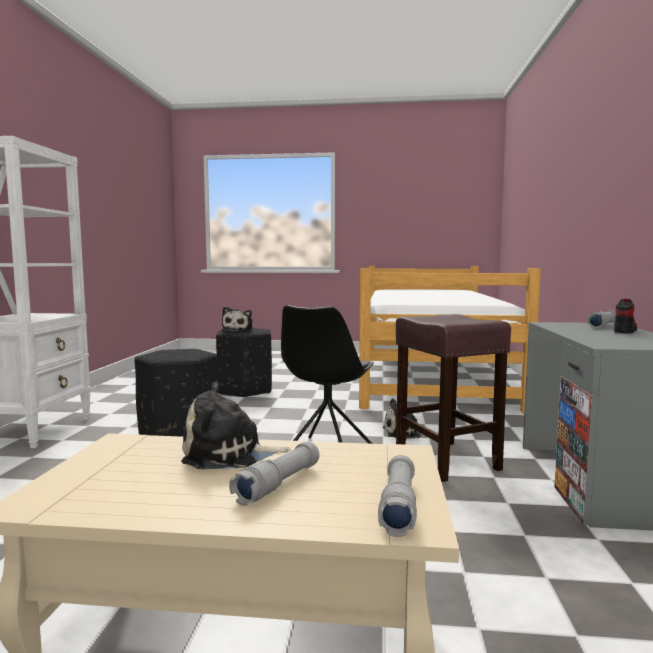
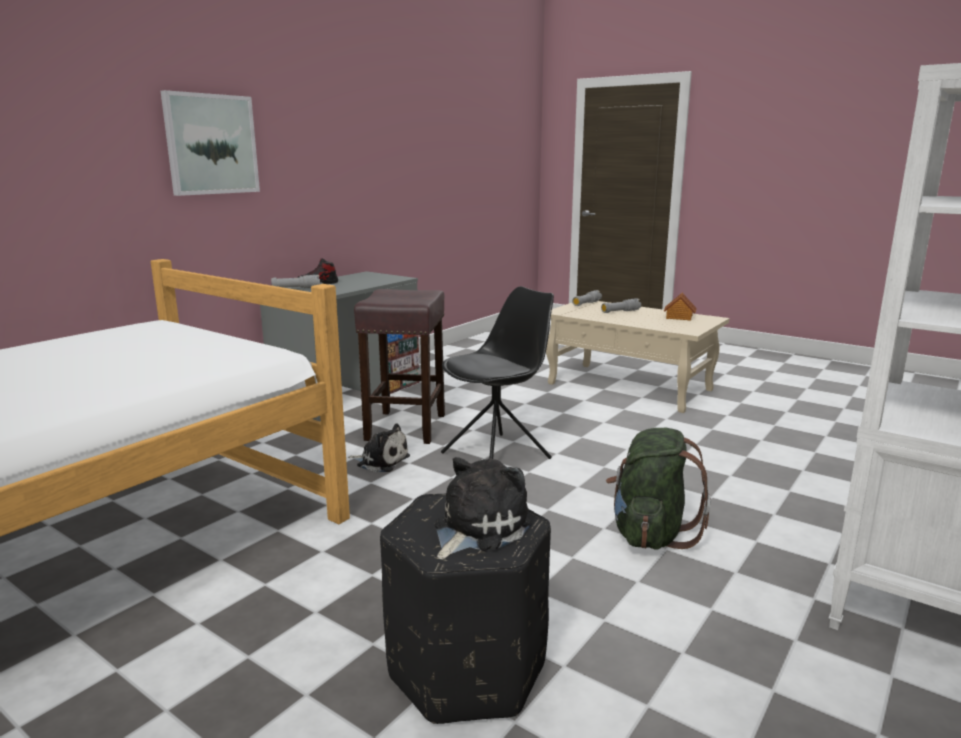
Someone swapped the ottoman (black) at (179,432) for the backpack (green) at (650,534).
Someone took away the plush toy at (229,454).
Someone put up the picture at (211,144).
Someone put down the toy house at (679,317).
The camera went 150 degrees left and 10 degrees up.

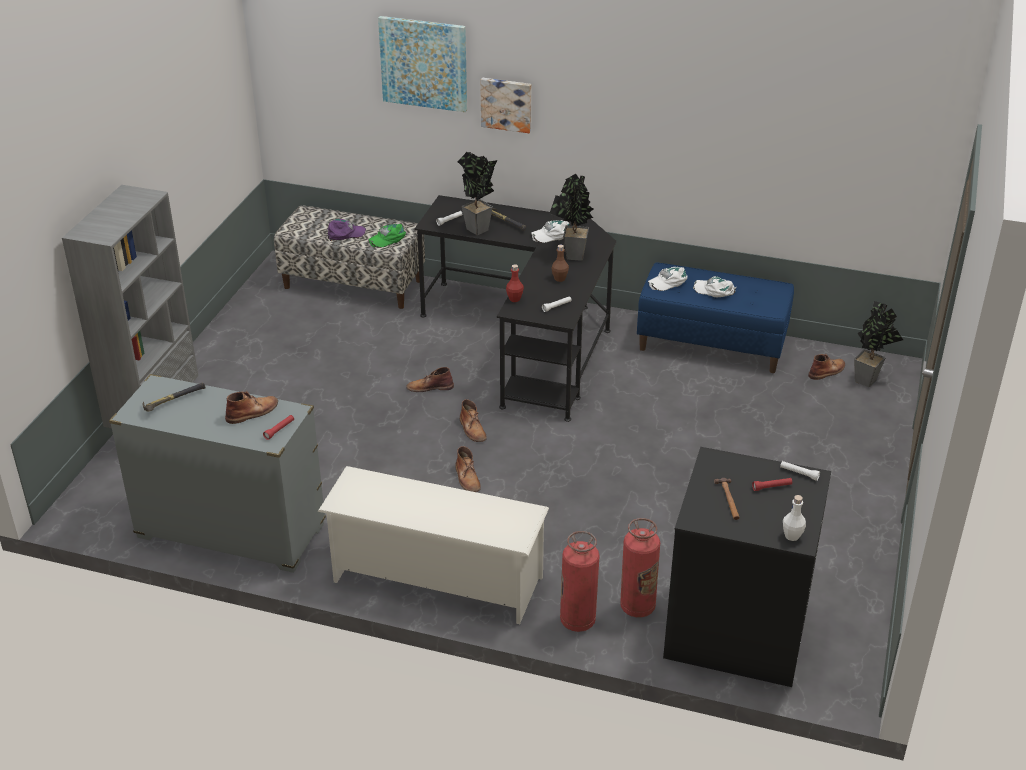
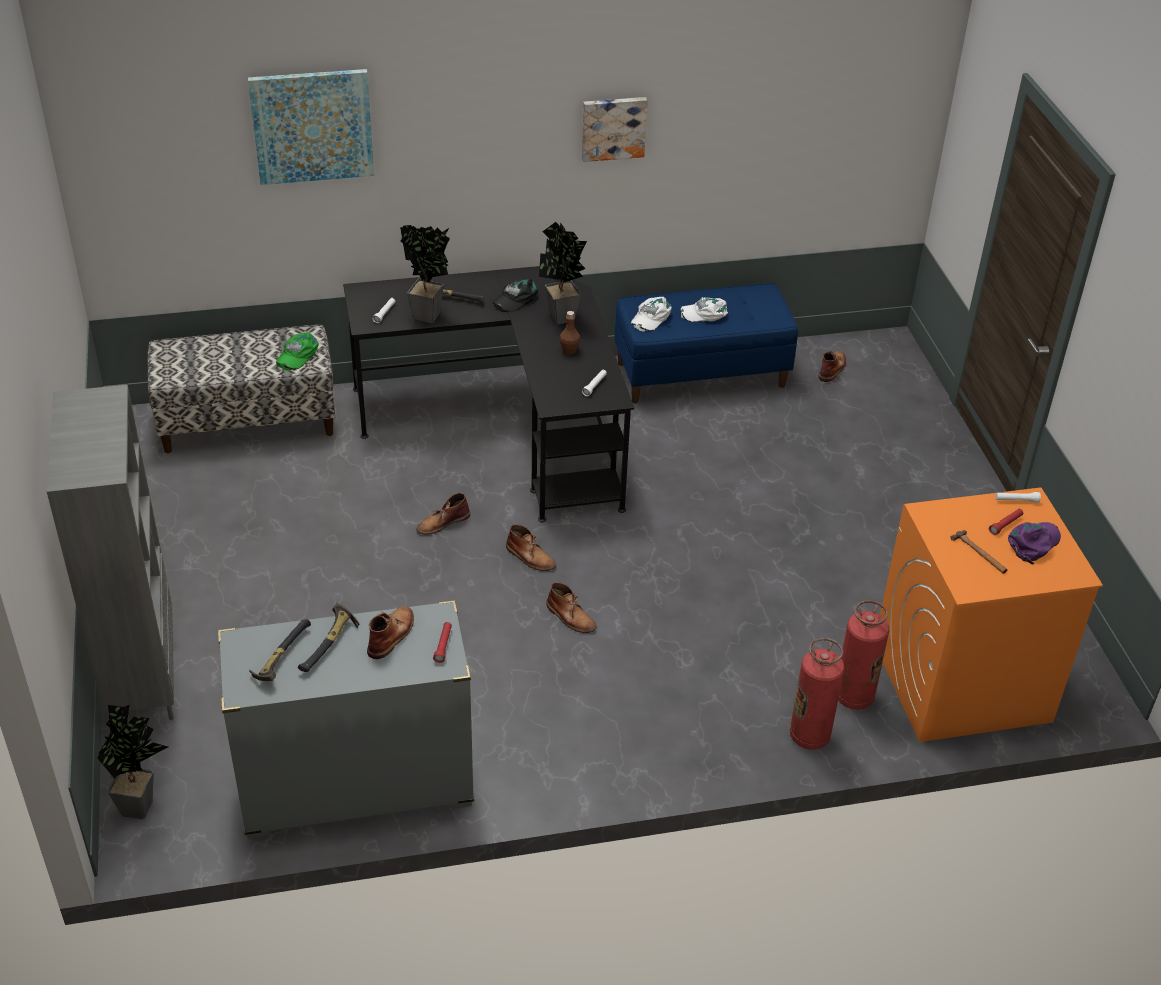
Someone took away the shoe rack (white) at (436,579).
Someone carried the cap (purple) from (345,233) to (1033,543).
Someone carried the picture from (506,104) to (613,127).
Someone took away the bottle (red) at (514,299).
Someone repainted the cap (white) at (552,234), which became the cap (black) at (515,298).
Someone repainted the washing machine (black) at (736,629), which became the washing machine (orange) at (960,683).
Someone took away the bottle (white) at (792,536).
Someone carried the potted plant from (869,379) to (141,803).
Someone put down the hammer at (330,644).
The camera went 30 degrees left and 5 degrees up.

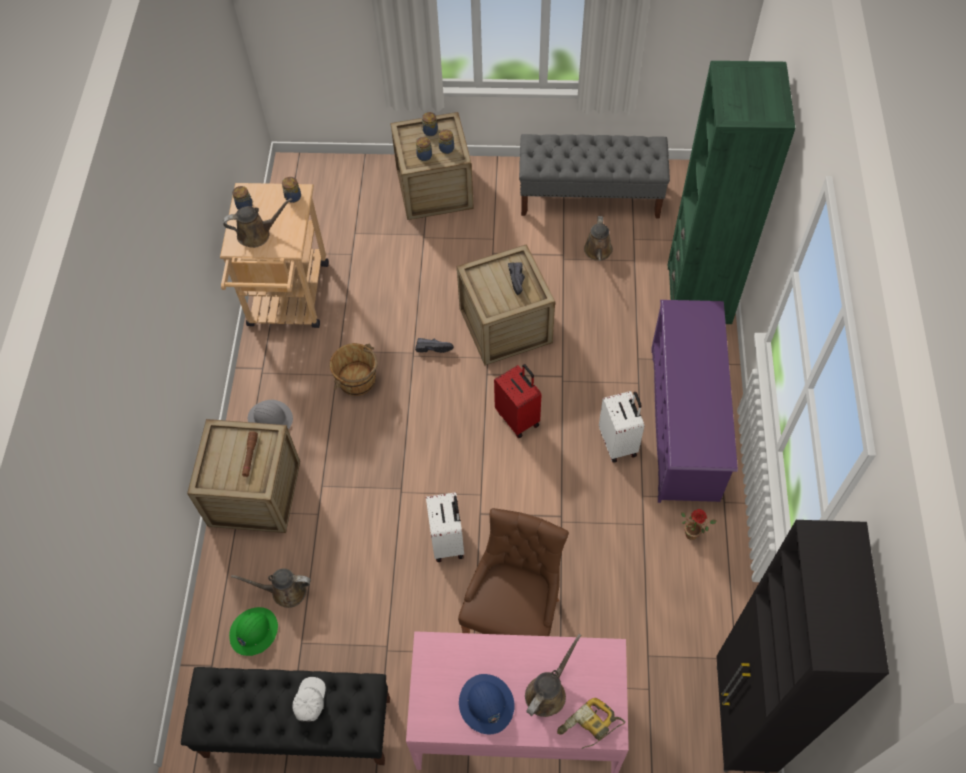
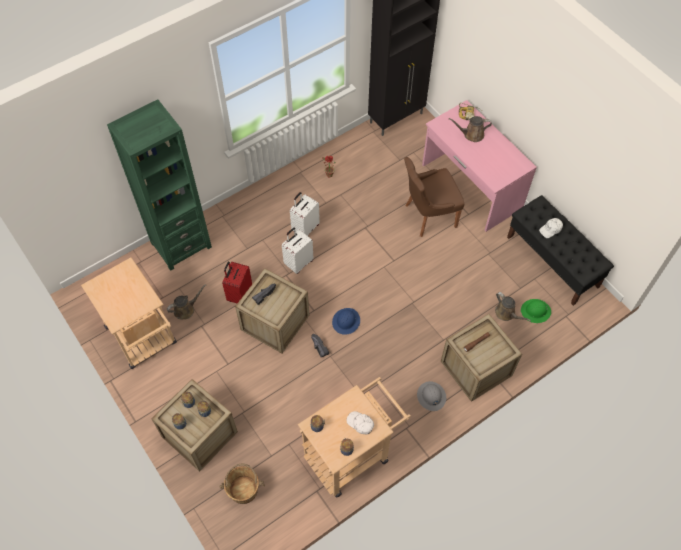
Someone swapped the watering can (brown) at (257,234) for the cap (white) at (360,424).
Someone carried the bucket (brown) from (357,380) to (243,489).
Someone carried the suitcase (white) from (448,541) to (298,262).
Someone carried the hard hat (blue) from (486,704) to (346,321).
Someone carried the suitcase (red) from (518,418) to (239,294).
Someone swapped the bench (grey) at (590,197) for the cart (beige) at (144,339).
Someone took away the shoe rack (purple) at (684,423).
The camera went 130 degrees left and 0 degrees up.

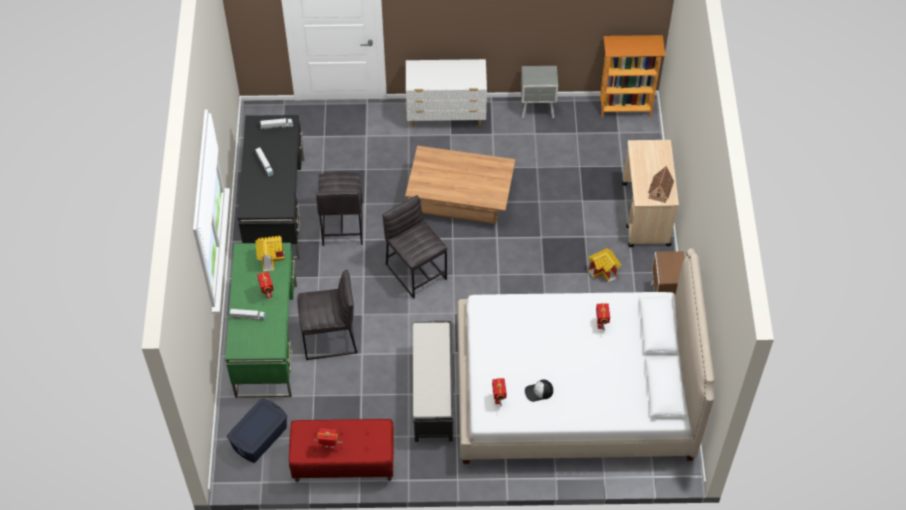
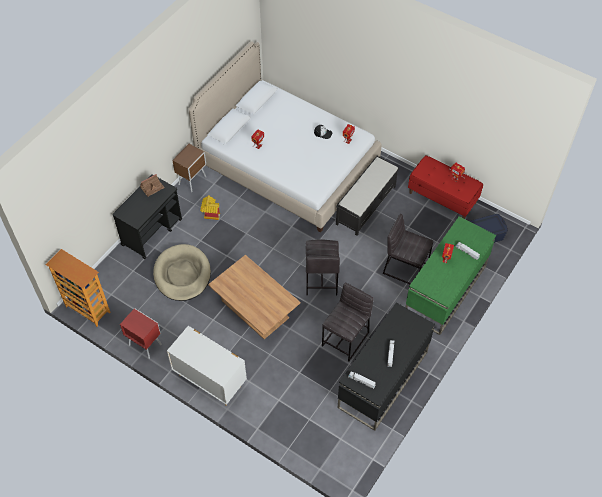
Someone took away the toy house at (271,258).
Someone repainted the nightstand (grey) at (538,110), which became the nightstand (red) at (145,344).
Someone repainted the cart (beige) at (645,215), which became the cart (black) at (152,232).
Someone put down the dog bed (beige) at (182,274).
The camera went 145 degrees left and 0 degrees up.

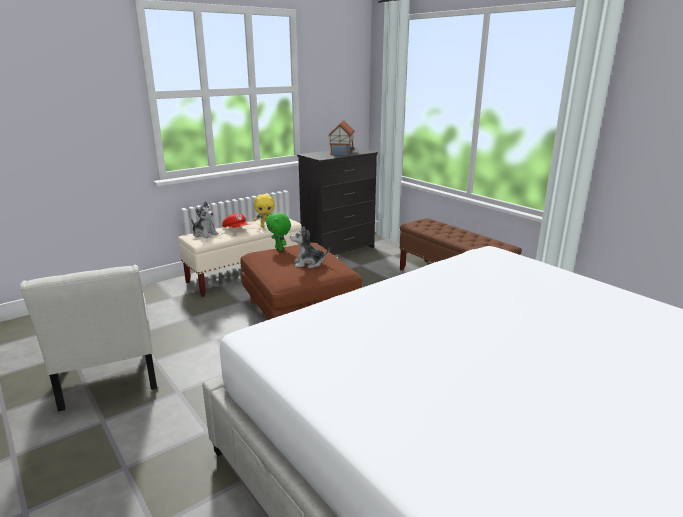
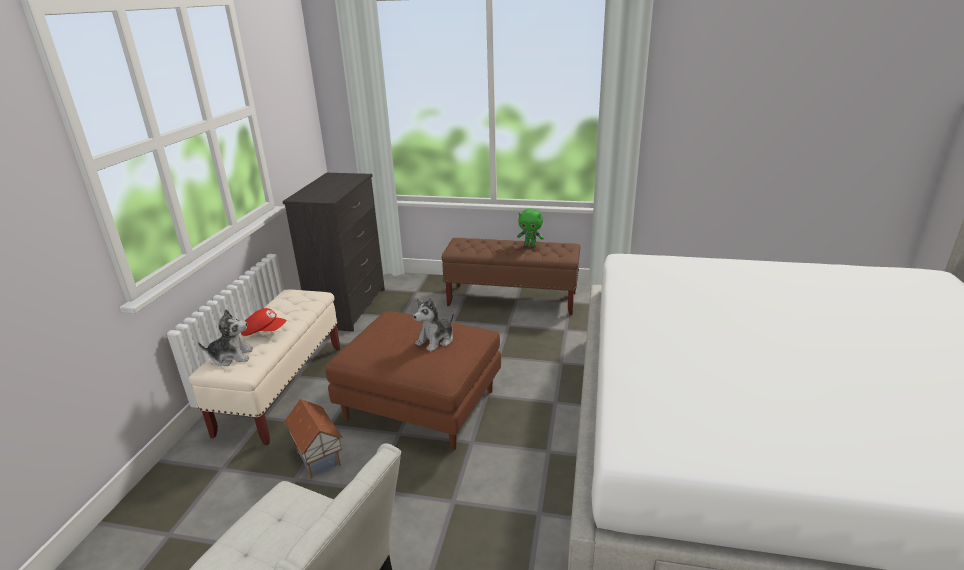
Someone took away the plush toy (yellow) at (265,226).
Someone carried the plush toy (green) from (279,249) to (530,245).
Someone carried the toy house from (342,152) to (319,455).
The camera went 40 degrees left and 5 degrees up.

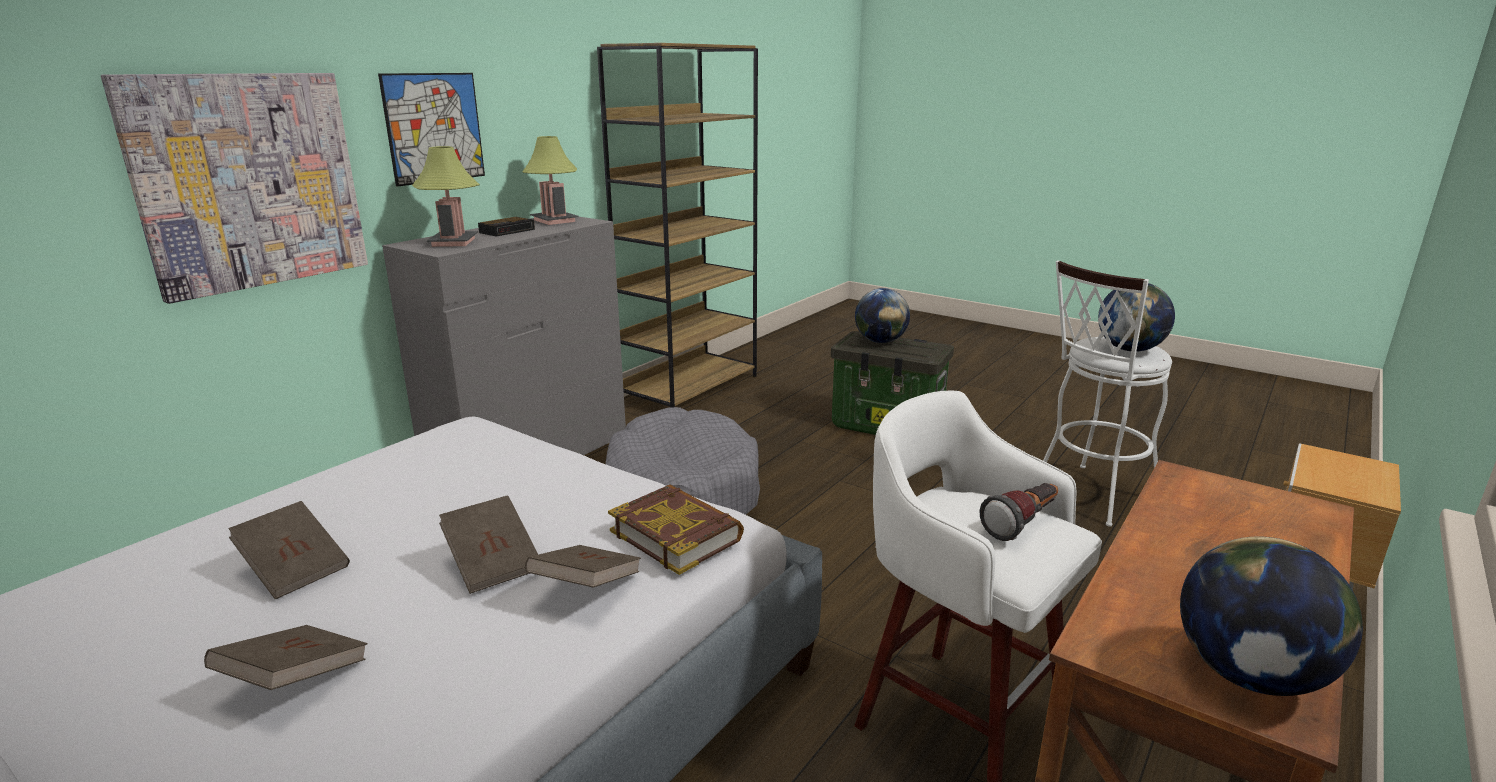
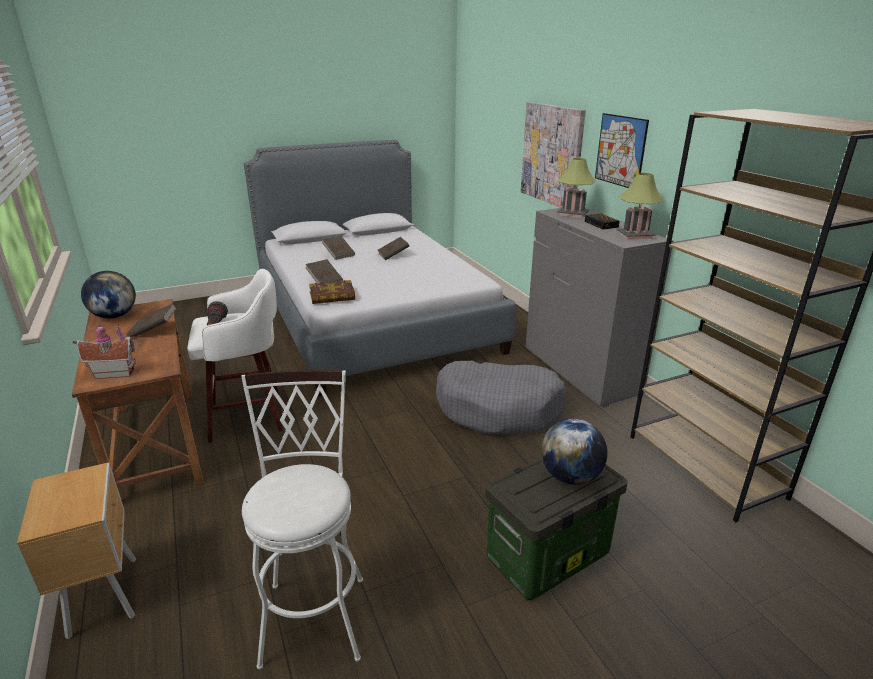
Someone carried the book (brown) from (493,563) to (154,331).
Someone took away the globe at (1129,349).
Someone put down the toy house at (115,372).
The camera went 120 degrees right and 5 degrees up.

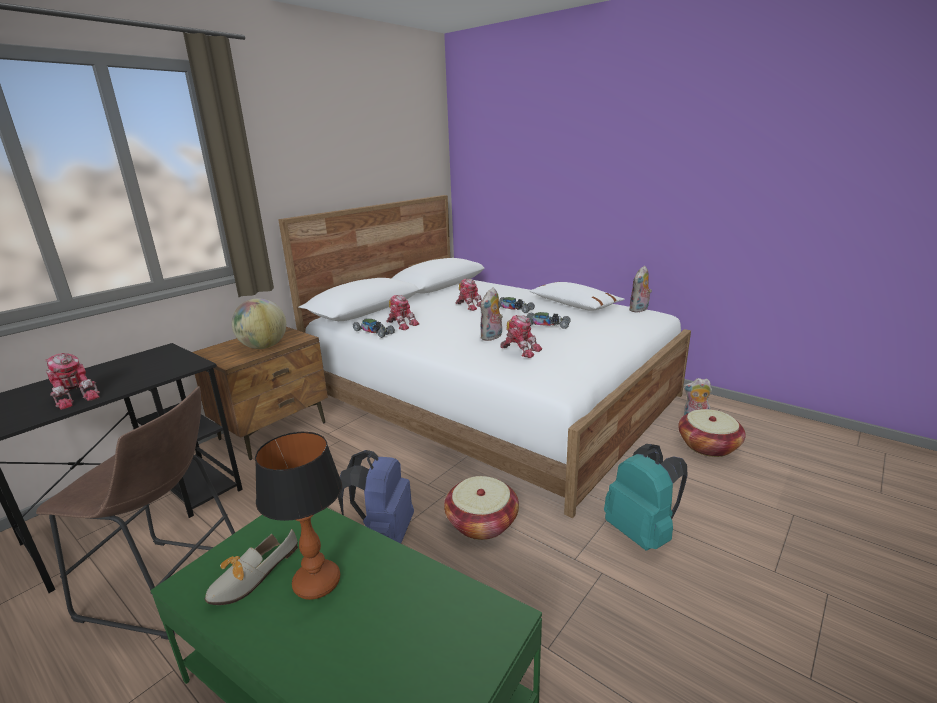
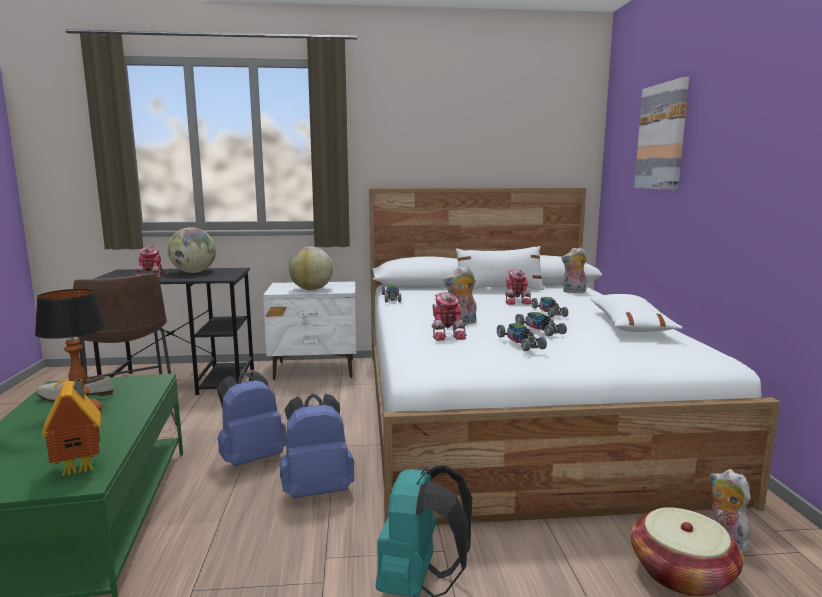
Someone repainted the nightstand (brown) at (274,430), which became the nightstand (white) at (315,369).
Someone took away the toy robot at (401,324).
Someone swapped the basket at (482,522) for the backpack (blue) at (317,490).
Someone carried the plush toy from (639,310) to (574,292).
Someone put down the toy house at (81,468).
Someone put down the globe at (193,272).
Someone put down the pillow (white) at (499,290).
Someone put down the toy car at (520,342).
Someone put up the picture at (662,137).
The camera went 45 degrees right and 10 degrees down.

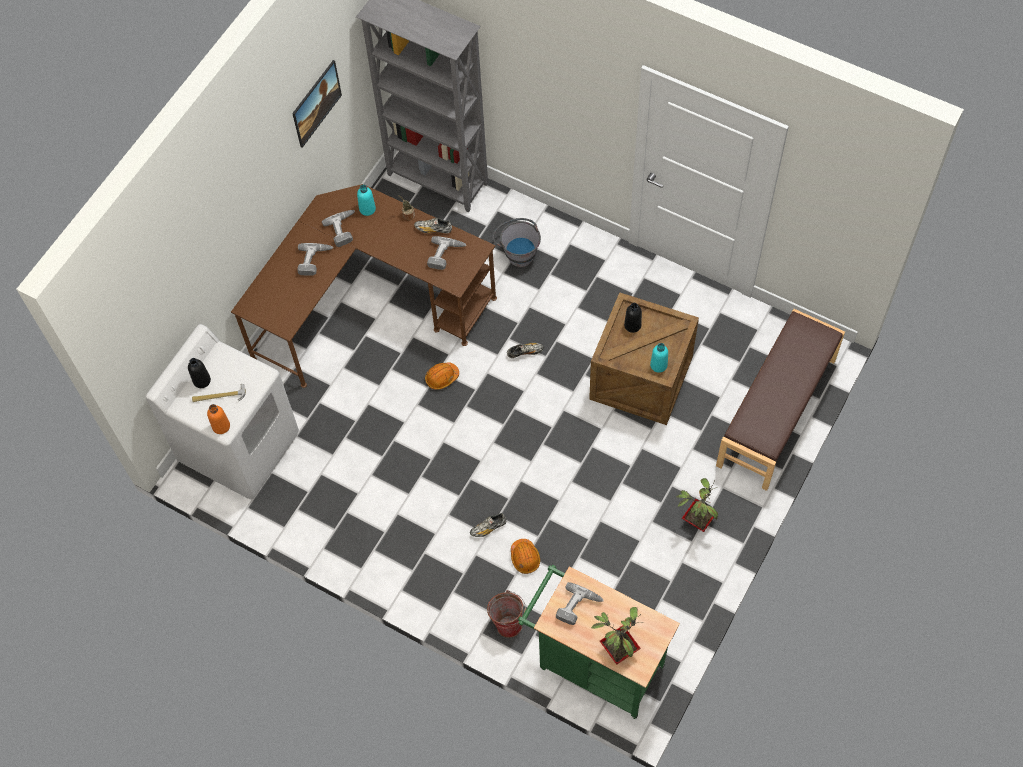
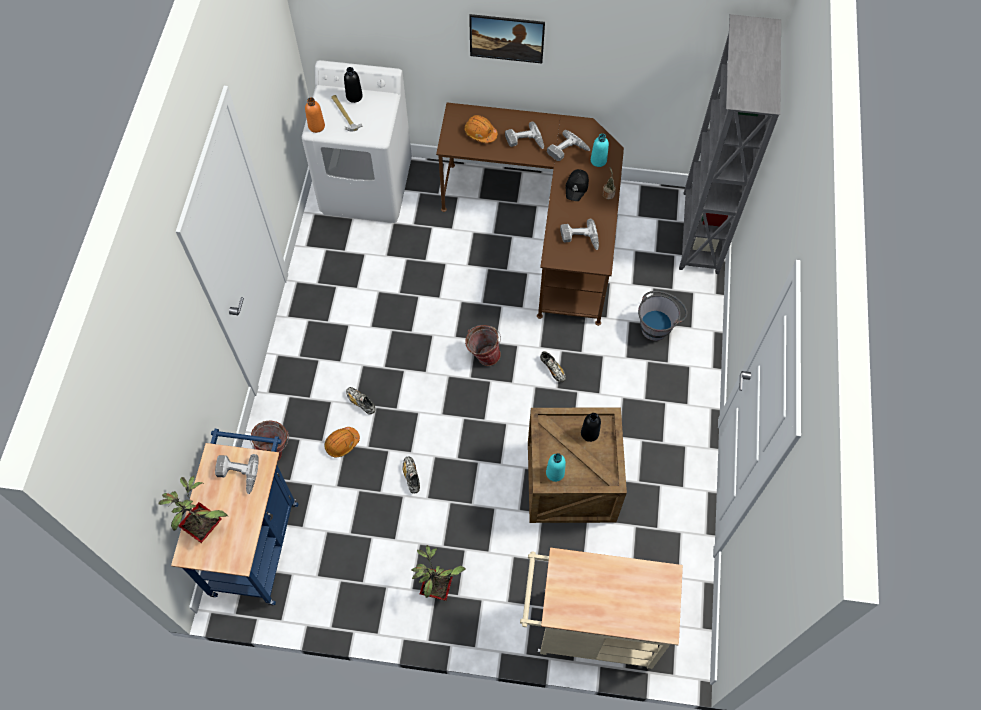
Someone carried the picture from (318,112) to (506,48).
Someone carried the shoe from (433,229) to (411,476).
Someone carried the hard hat (orange) from (442,378) to (480,133).
Someone repainted the cart (green) at (595,663), which became the cart (blue) at (256,541).
Someone swapped the bench (brown) at (777,413) for the cart (beige) at (589,628).
Someone put down the bucket at (483,355).
Someone put down the cap (black) at (577,187).
The camera went 65 degrees right and 0 degrees up.

